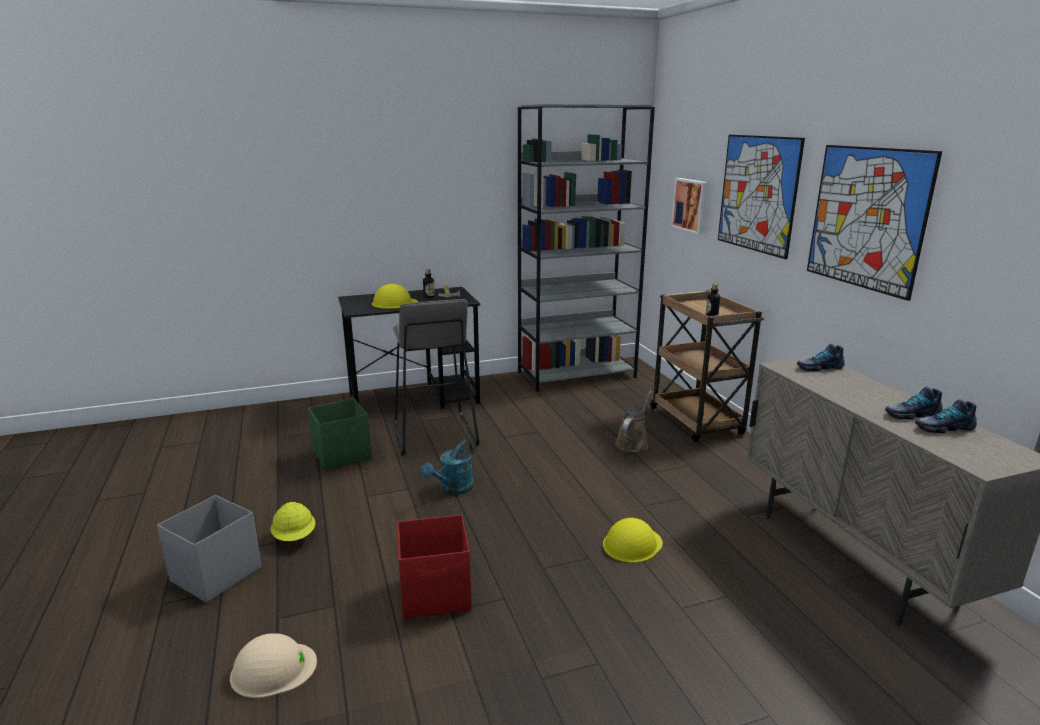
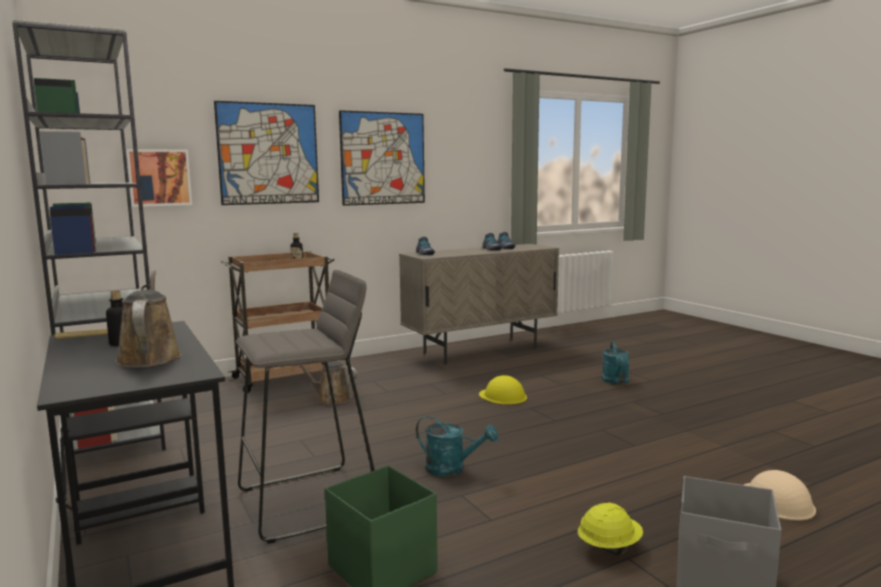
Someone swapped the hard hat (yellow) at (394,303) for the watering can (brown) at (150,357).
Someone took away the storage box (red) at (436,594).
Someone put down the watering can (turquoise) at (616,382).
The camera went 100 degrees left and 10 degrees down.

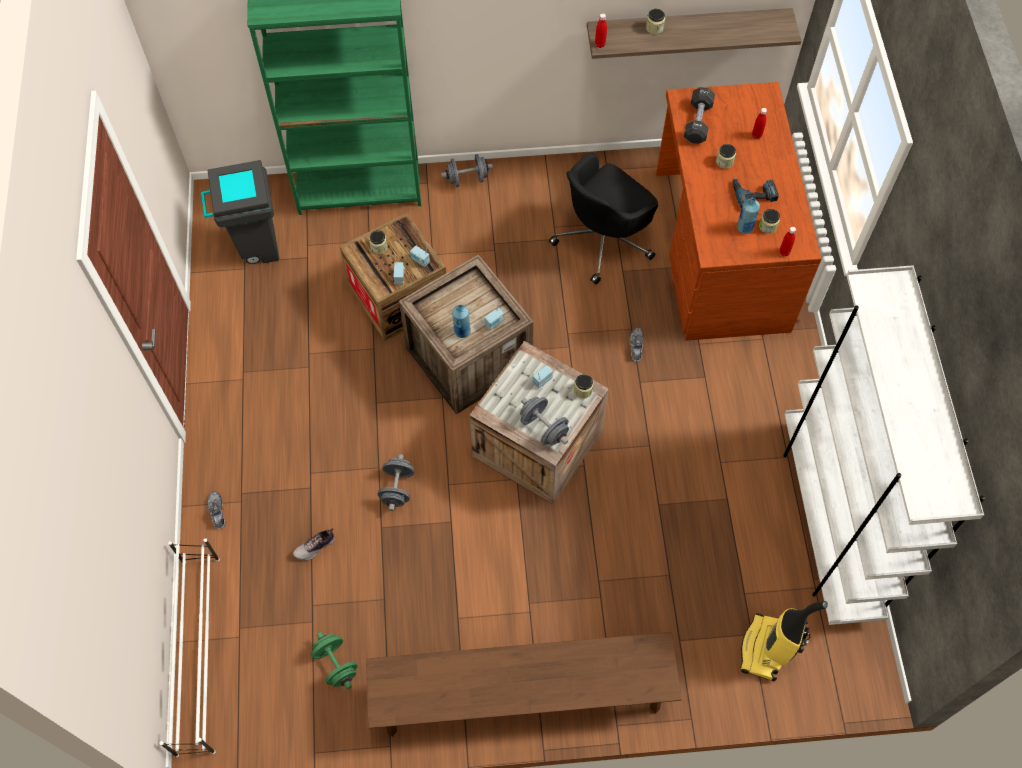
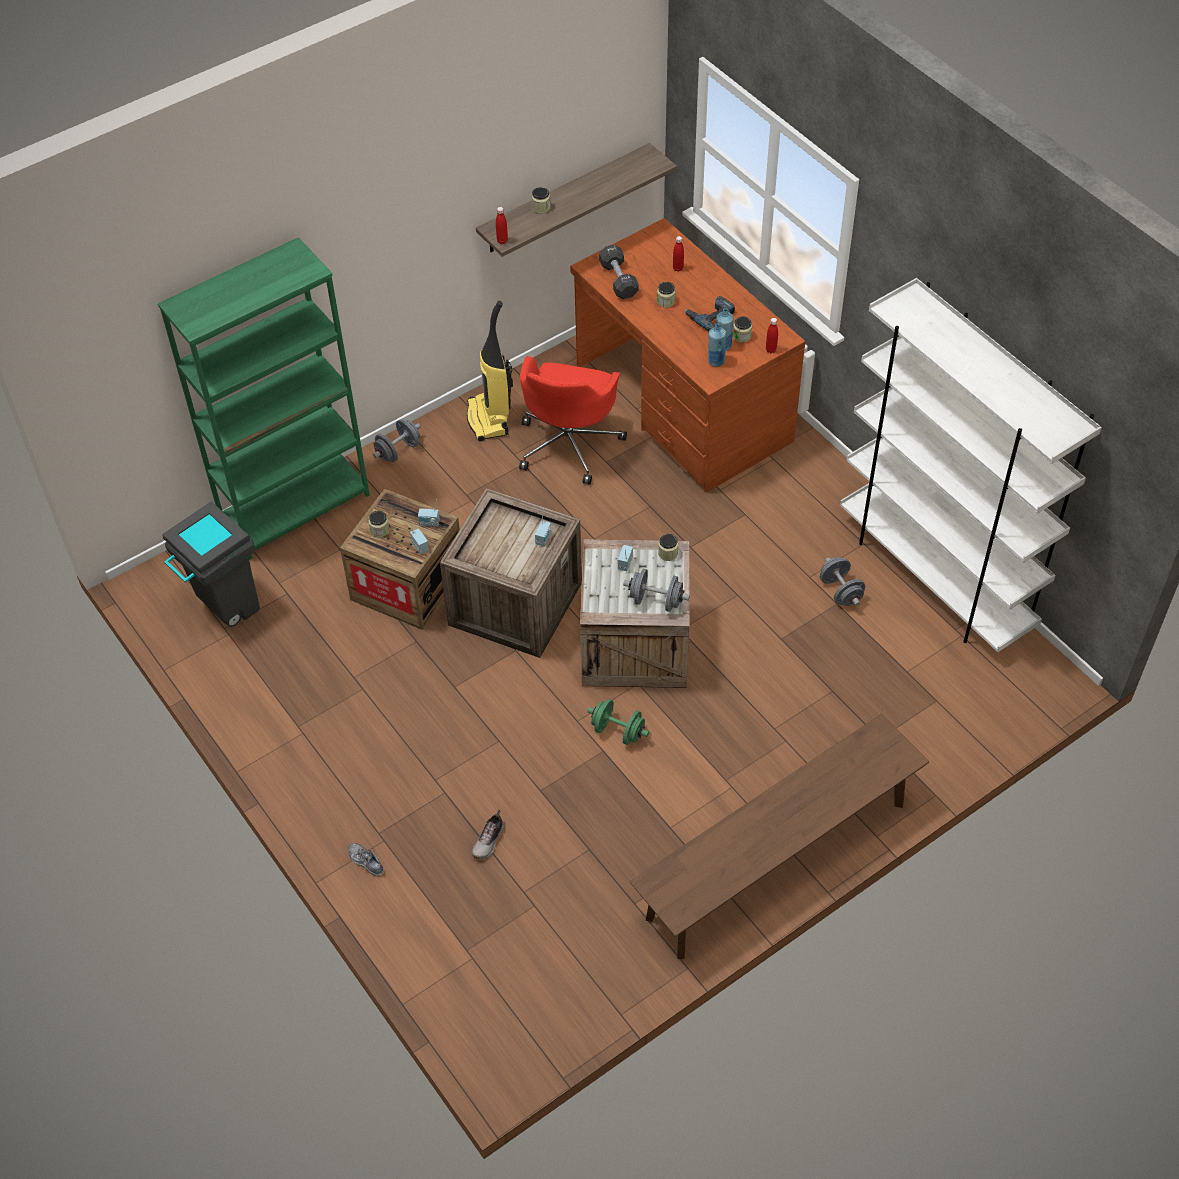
Someone took away the shoe rack (white) at (198,652).
Someone carried the dumbbell (green) from (336,664) to (618,731).
Someone carried the dumbbell (grey) from (397,488) to (840,591).
Someone carried the bottle (blue) from (462,331) to (715,361).
Someone repainted the office chair (black) at (604,240), which became the office chair (red) at (569,443).
Someone took away the shoe at (636,346).
Someone carried the vacuum cleaner from (765,649) to (489,419).
The camera went 30 degrees left and 10 degrees down.

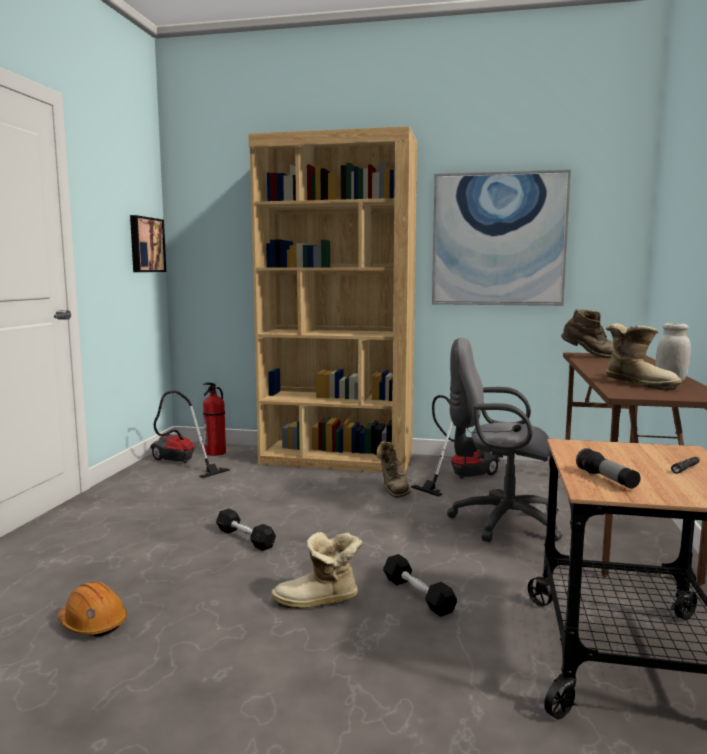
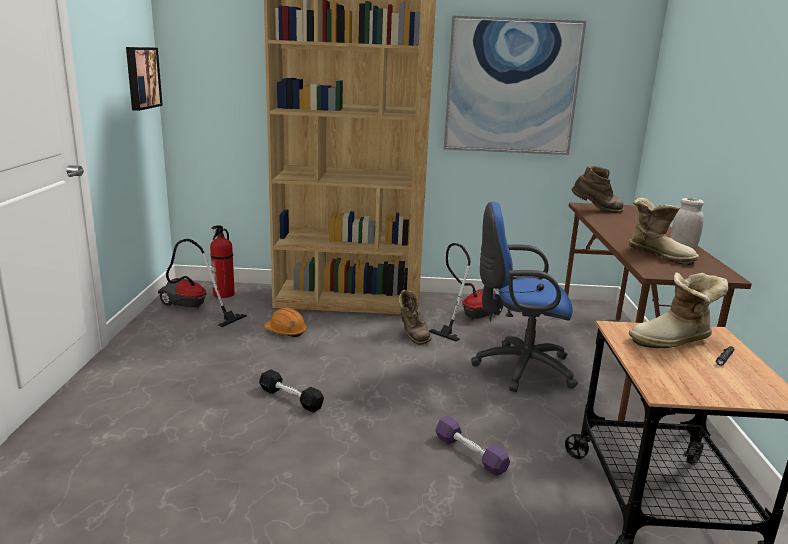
Someone carried the hard hat (orange) from (93,624) to (286,331).
Someone carried the boot from (318,601) to (674,341).
Someone repainted the dumbbell (black) at (418,595), which became the dumbbell (purple) at (470,454).
Someone repainted the office chair (grey) at (499,521), which became the office chair (blue) at (518,368).
Someone took away the flashlight at (607,480).
The camera went 10 degrees left and 10 degrees up.

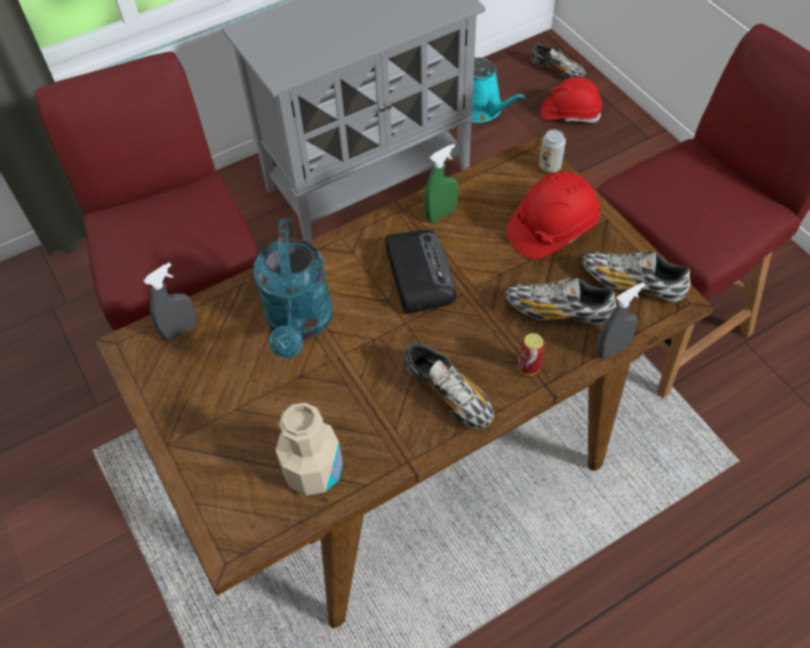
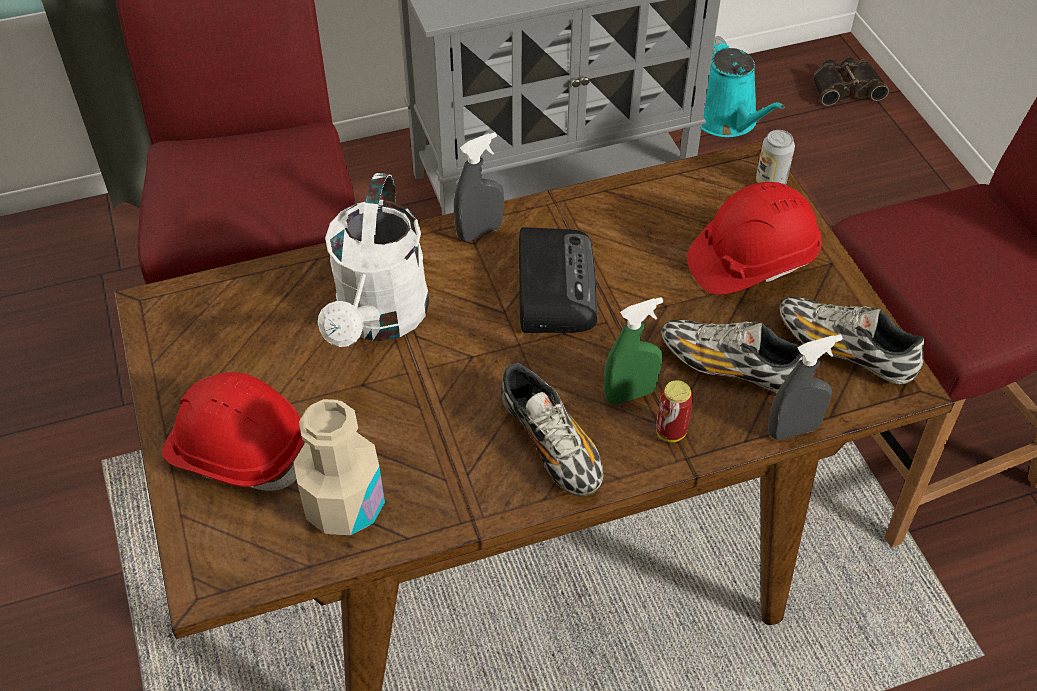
Someone carried the spray bottle (grey) from (180,330) to (480,232).
Someone repainted the watering can (turquoise) at (299,324), which became the watering can (white) at (379,320).
Someone carried the spray bottle (green) from (441,214) to (630,394).
Someone swapped the shoe at (557,70) for the binoculars at (845,87).
Someone carried the hard hat (red) from (570,113) to (237,451).
The camera went 10 degrees right and 5 degrees down.

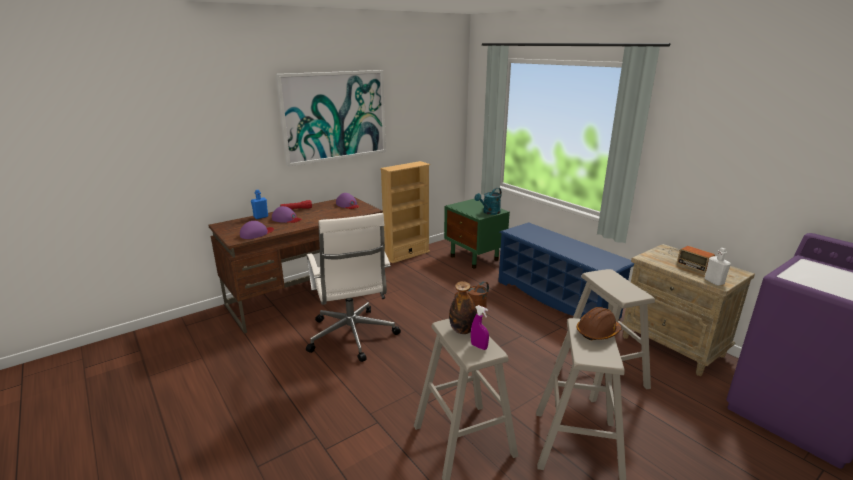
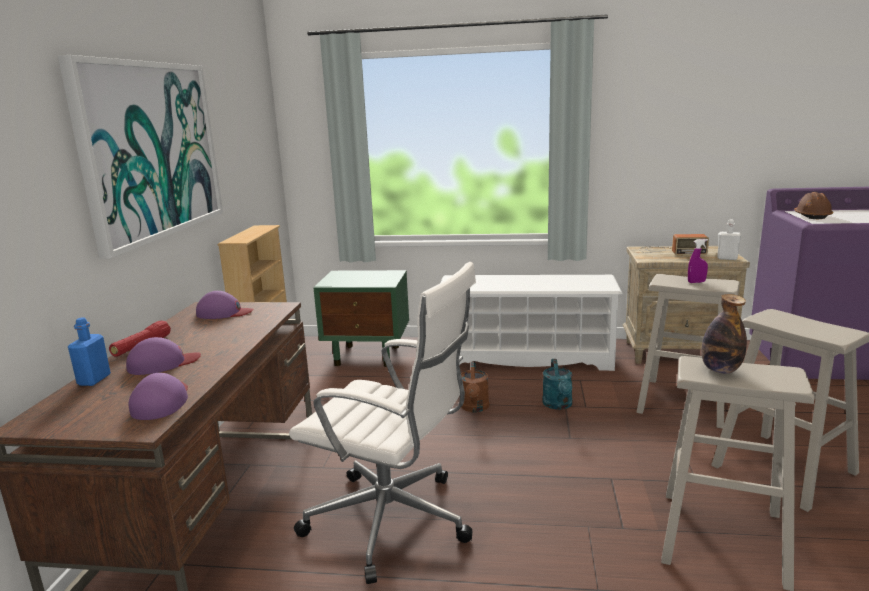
Someone carried the spray bottle (purple) from (479,346) to (696,282).
Someone carried the watering can (turquoise) from (489,213) to (558,405).
Someone repainted the shoe rack (blue) at (556,299), which became the shoe rack (white) at (527,357).
Someone carried the hard hat (brown) from (597,332) to (812,216).
The camera went 45 degrees left and 5 degrees down.

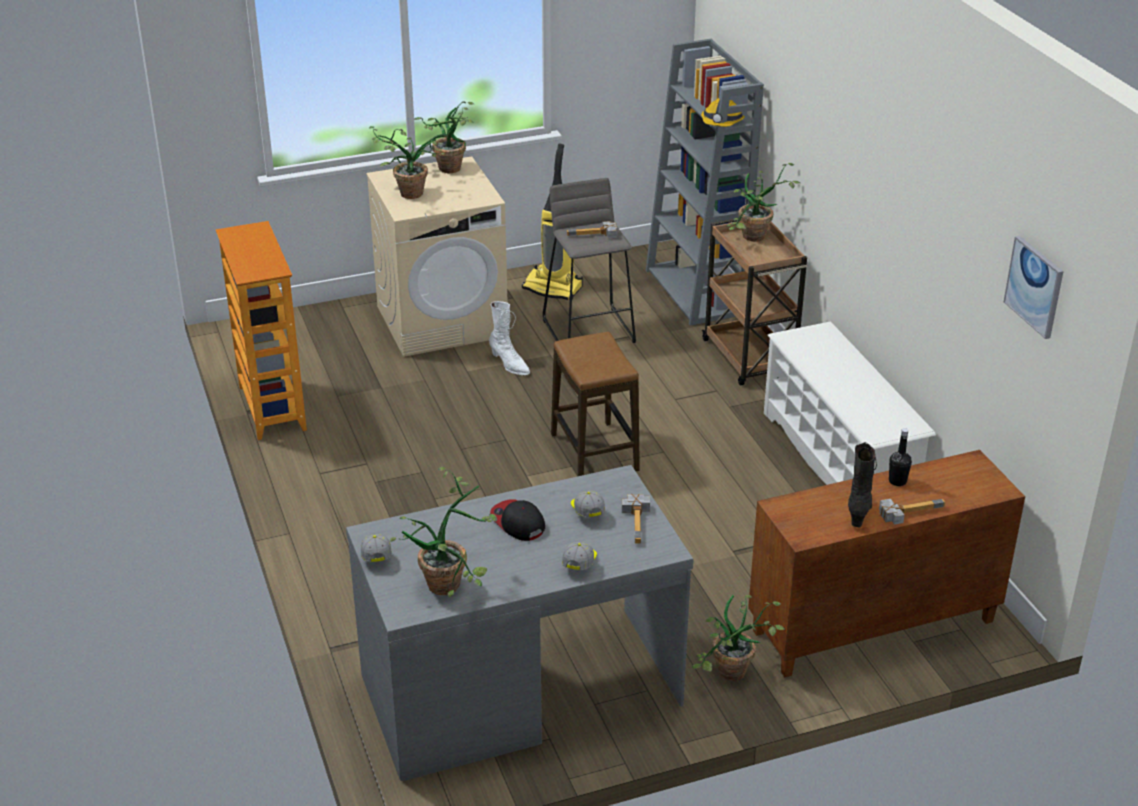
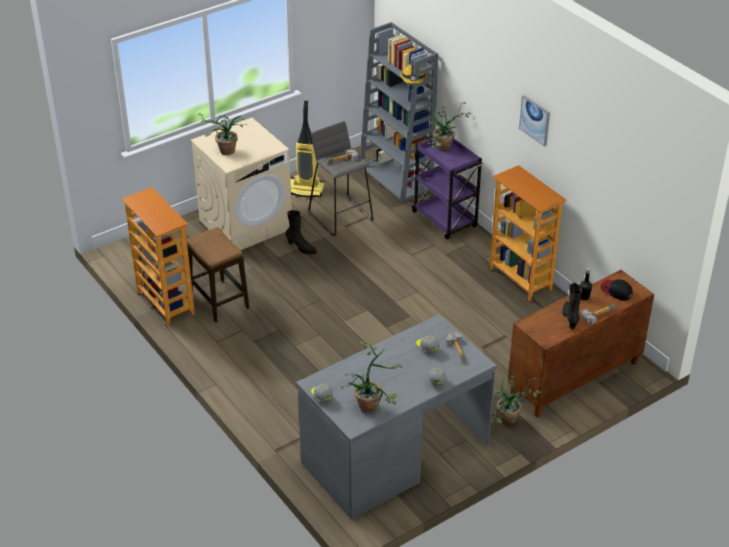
Someone took away the potted plant at (446,171).
Someone repainted the boot (white) at (509,364), which became the boot (black) at (301,248).
Someone carried the cap from (517,522) to (616,291).
Someone carried the stool from (594,452) to (218,301).
Someone repainted the cart (brown) at (749,358), which became the cart (purple) at (445,220).
Someone swapped the shoe rack (white) at (838,460) for the bookcase at (521,279).
Someone carried the picture from (1034,286) to (535,120).
The camera went 15 degrees left and 5 degrees up.

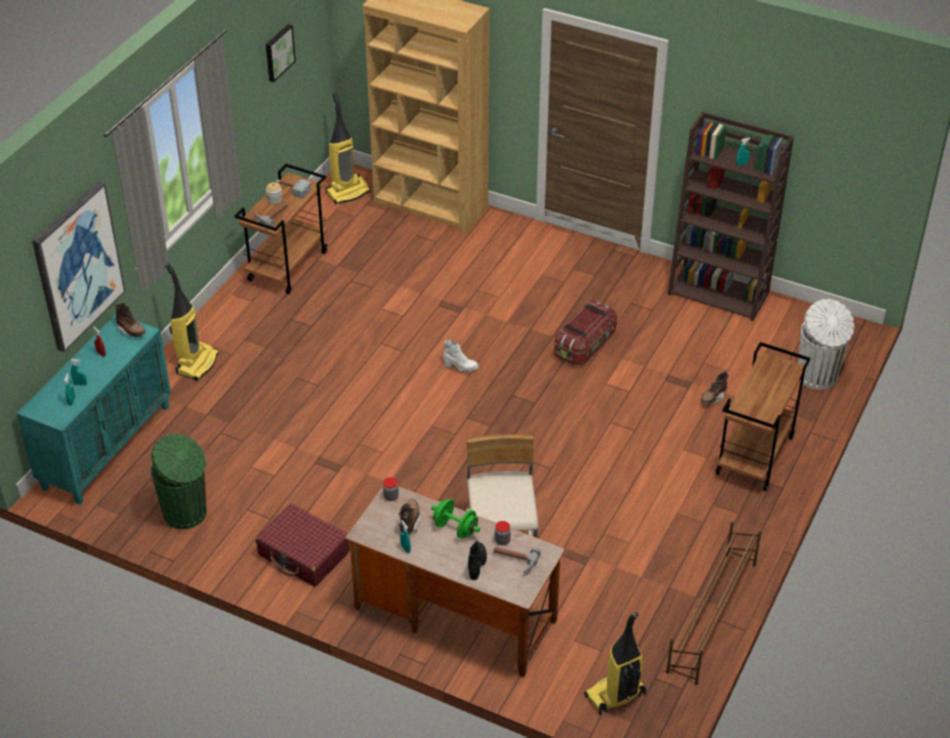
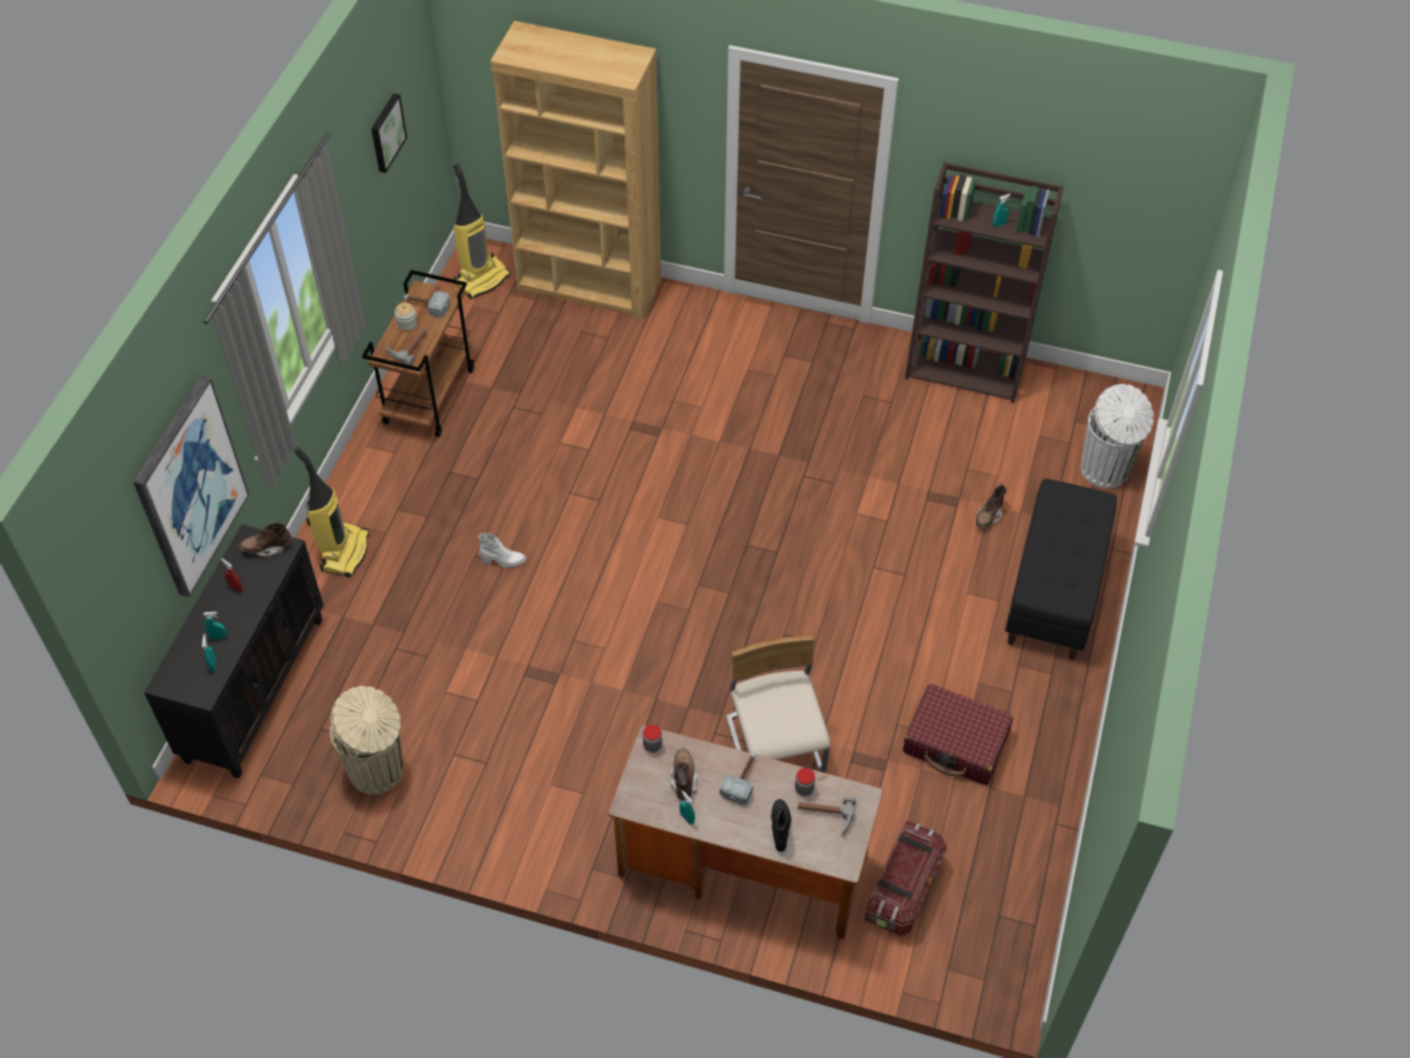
Someone repainted the cabinet (turquoise) at (106,446), which became the cabinet (black) at (254,688).
Someone rotated the boot (brown) at (131,331) by 135 degrees clockwise.
Someone repainted the trash can (green) at (186,513), which became the trash can (beige) at (378,771).
Someone carried the suitcase (red) from (304,554) to (956,743).
Someone swapped the dumbbell (green) at (455,528) for the hammer at (742,780).
Someone carried the boot (white) from (460,366) to (503,561).
Someone carried the storage box from (585,345) to (903,889).
Someone took away the vacuum cleaner at (615,696).
Someone took away the shoe rack (brown) at (711,617).
Someone swapped the cart (brown) at (755,456) for the bench (black) at (1054,591).
The camera went 10 degrees left and 10 degrees up.

